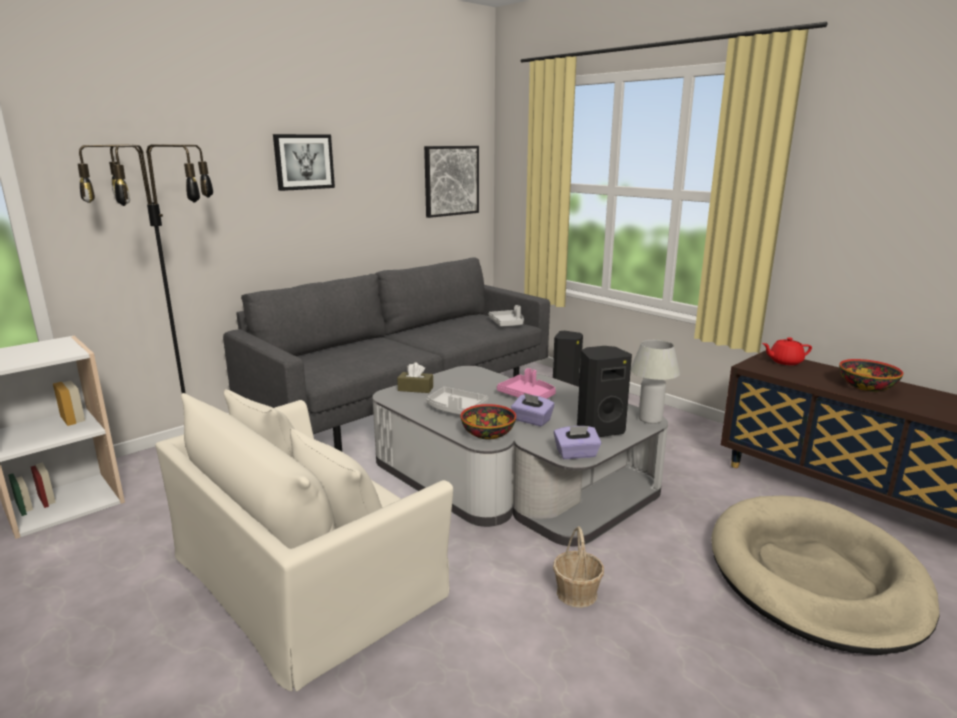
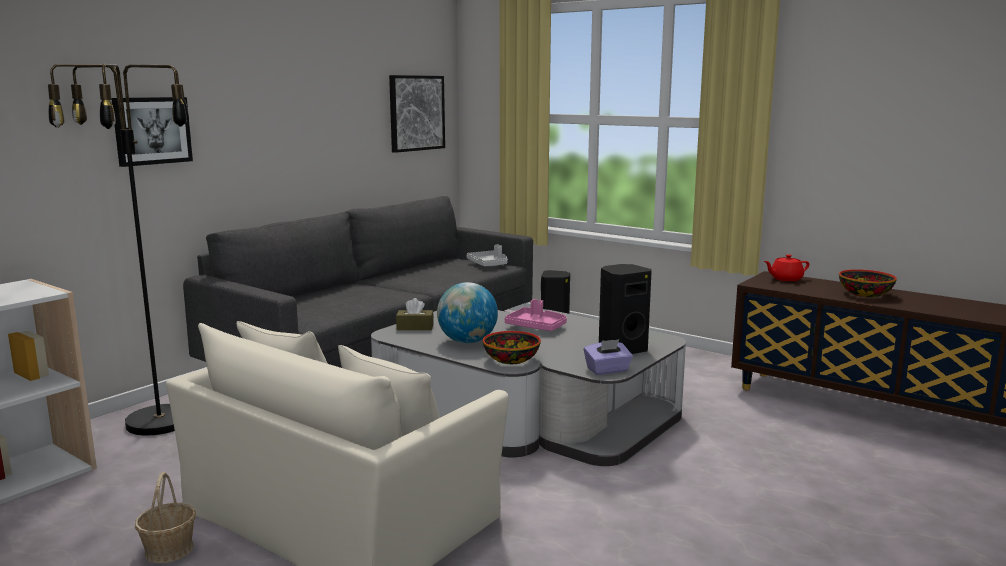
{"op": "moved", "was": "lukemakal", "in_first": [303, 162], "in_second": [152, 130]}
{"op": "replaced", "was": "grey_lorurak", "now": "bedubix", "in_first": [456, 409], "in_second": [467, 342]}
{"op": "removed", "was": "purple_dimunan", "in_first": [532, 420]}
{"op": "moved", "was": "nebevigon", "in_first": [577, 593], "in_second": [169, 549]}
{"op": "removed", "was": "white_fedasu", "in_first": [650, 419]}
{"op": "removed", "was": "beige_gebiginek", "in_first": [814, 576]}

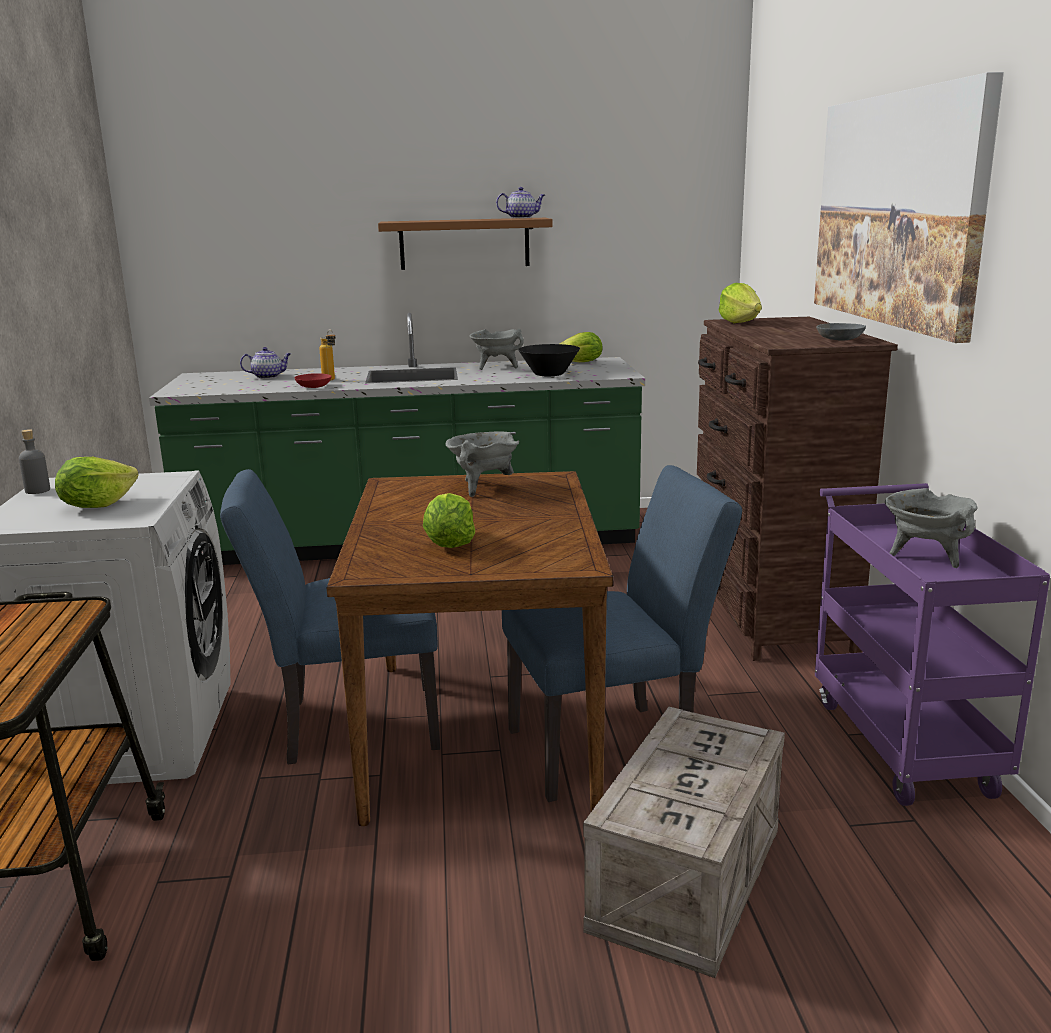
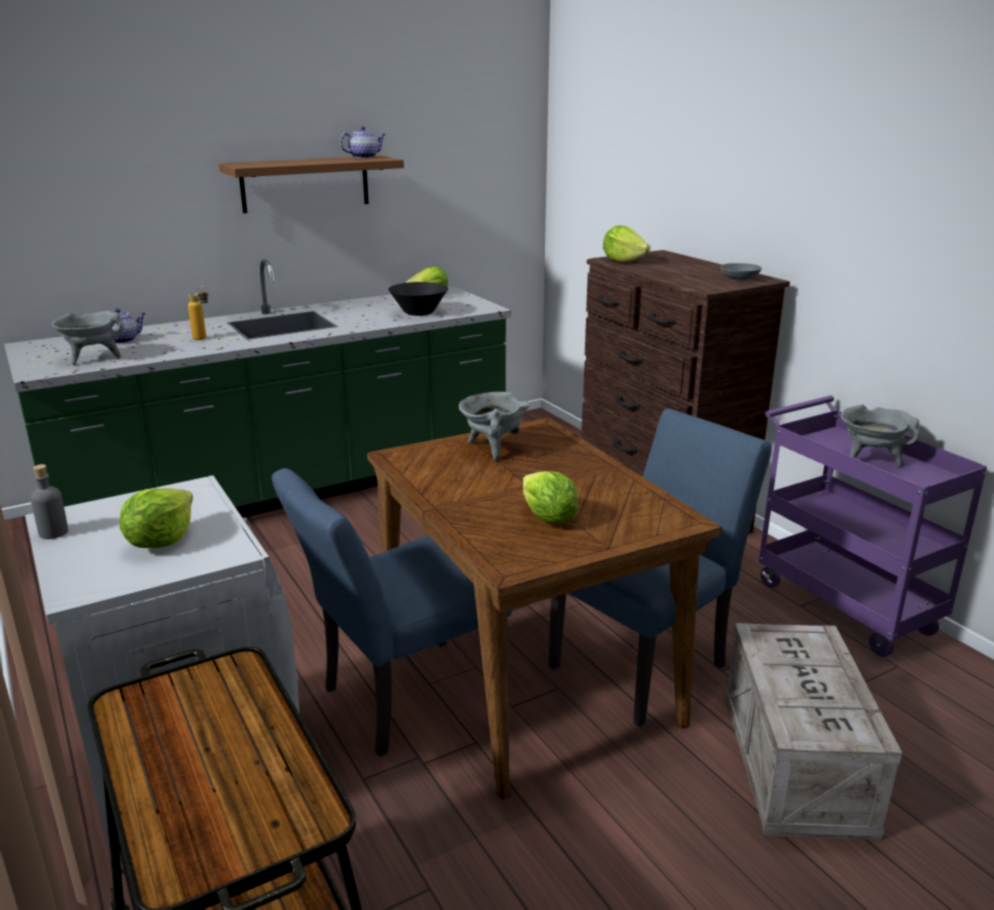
{"op": "removed", "was": "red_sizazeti", "in_first": [313, 387]}
{"op": "moved", "was": "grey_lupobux", "in_first": [496, 367], "in_second": [93, 358]}
{"op": "removed", "was": "lukemakal", "in_first": [897, 210]}

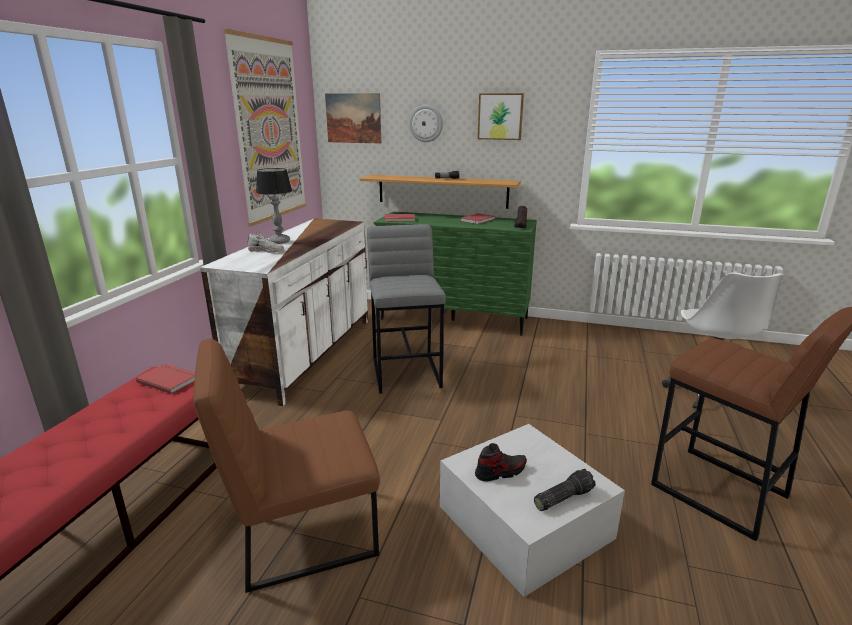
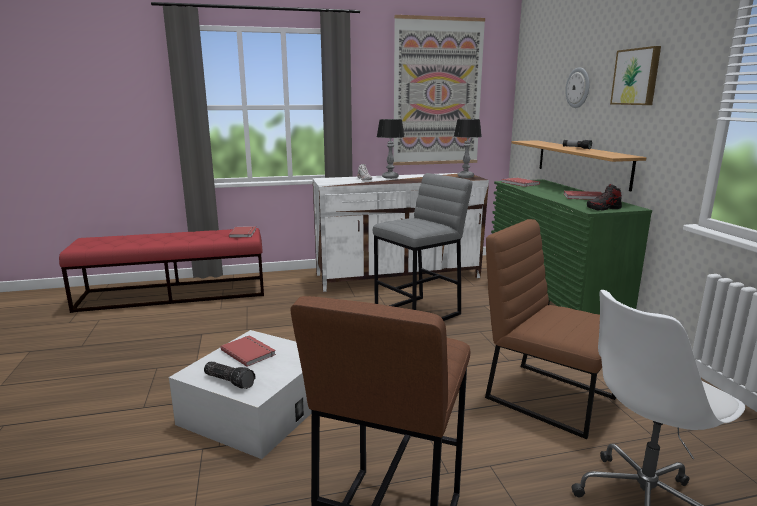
{"op": "moved", "was": "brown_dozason", "in_first": [302, 534], "in_second": [546, 396]}
{"op": "removed", "was": "lukemakal", "in_first": [353, 118]}
{"op": "replaced", "was": "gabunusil", "now": "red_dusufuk", "in_first": [500, 472], "in_second": [249, 352]}
{"op": "added", "now": "fedasu", "in_second": [465, 176]}

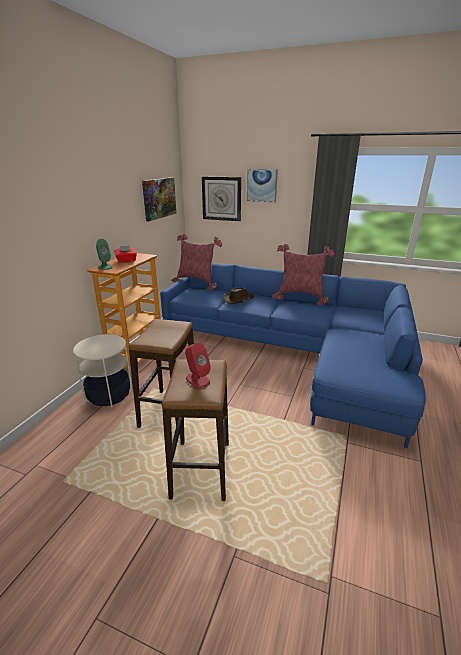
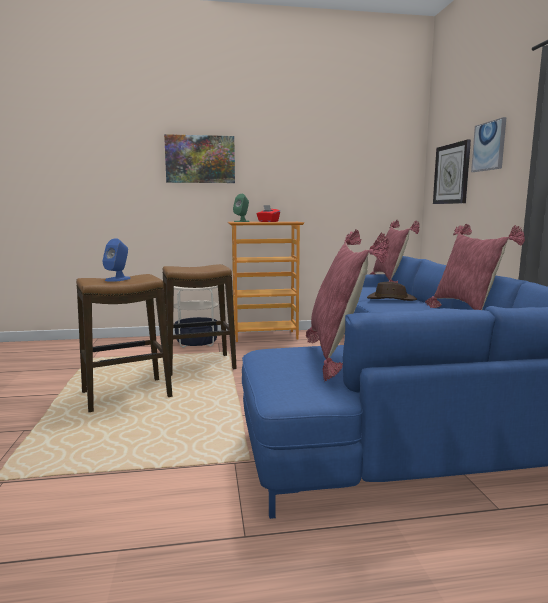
{"op": "moved", "was": "lukemakal", "in_first": [159, 198], "in_second": [200, 159]}
{"op": "recoloured", "was": "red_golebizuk", "now": "blue_golebizuk", "in_first": [197, 379], "in_second": [118, 279]}
{"op": "added", "now": "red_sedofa", "in_second": [340, 362]}

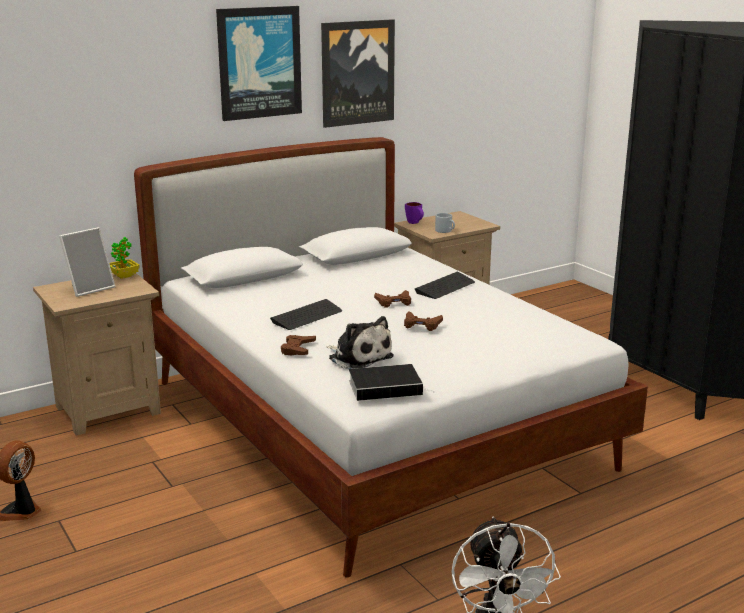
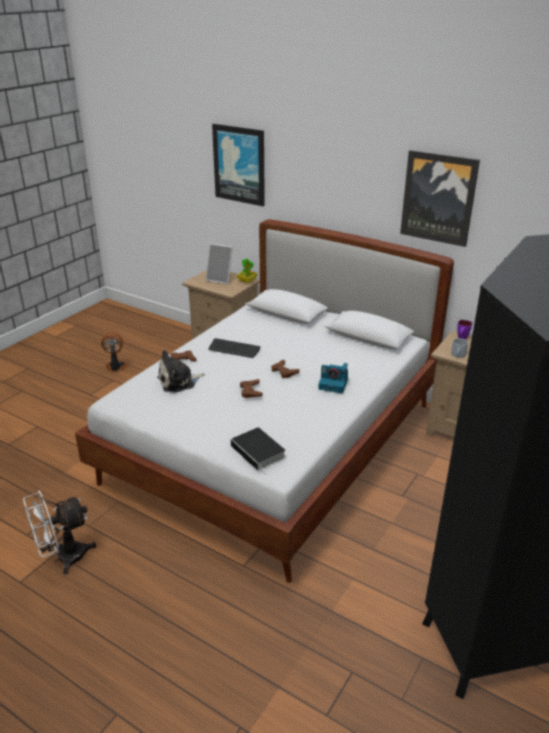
{"op": "moved", "was": "lukemakal", "in_first": [259, 62], "in_second": [239, 164]}
{"op": "turned", "was": "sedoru", "in_first": [358, 357], "in_second": [179, 382], "clockwise": 45}
{"op": "moved", "was": "dusufuk", "in_first": [387, 387], "in_second": [259, 452]}
{"op": "replaced", "was": "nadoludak", "now": "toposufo", "in_first": [445, 287], "in_second": [334, 384]}

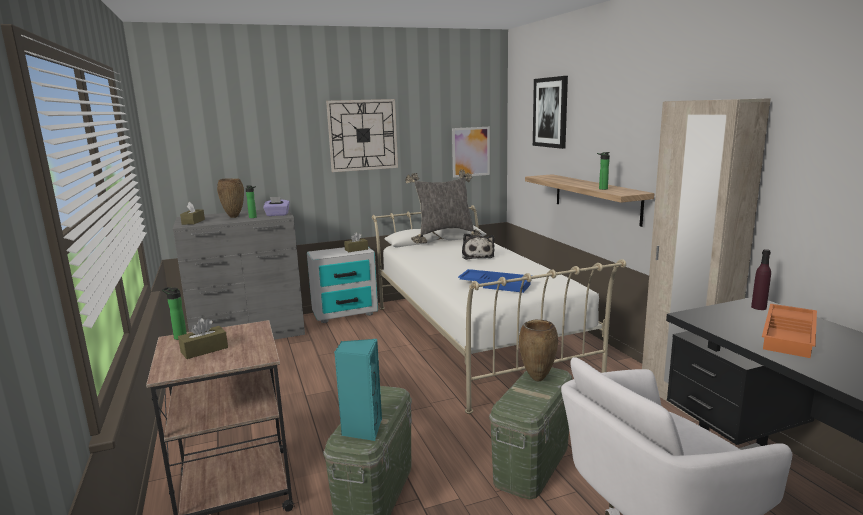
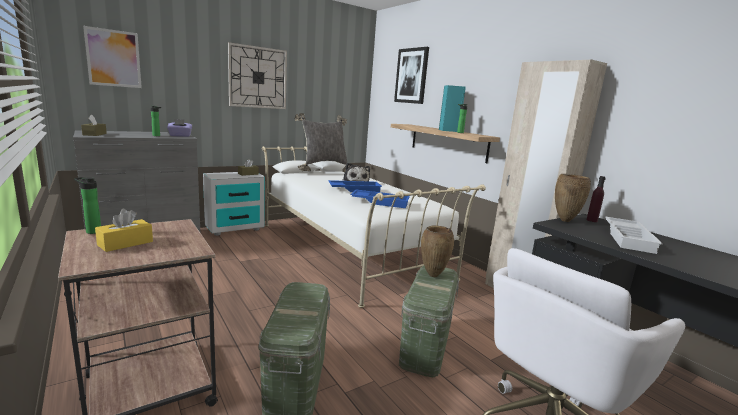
{"op": "recoloured", "was": "brown_dimunan", "now": "yellow_dimunan", "in_first": [204, 350], "in_second": [125, 243]}
{"op": "moved", "was": "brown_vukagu", "in_first": [234, 217], "in_second": [565, 220]}
{"op": "moved", "was": "turquoise_golebizuk", "in_first": [362, 429], "in_second": [448, 130]}
{"op": "moved", "was": "lukemakal", "in_first": [471, 152], "in_second": [113, 58]}
{"op": "recoloured", "was": "orange_lorurak", "now": "white_lorurak", "in_first": [790, 336], "in_second": [630, 239]}
{"op": "added", "now": "blue_lorurak", "in_second": [354, 189]}

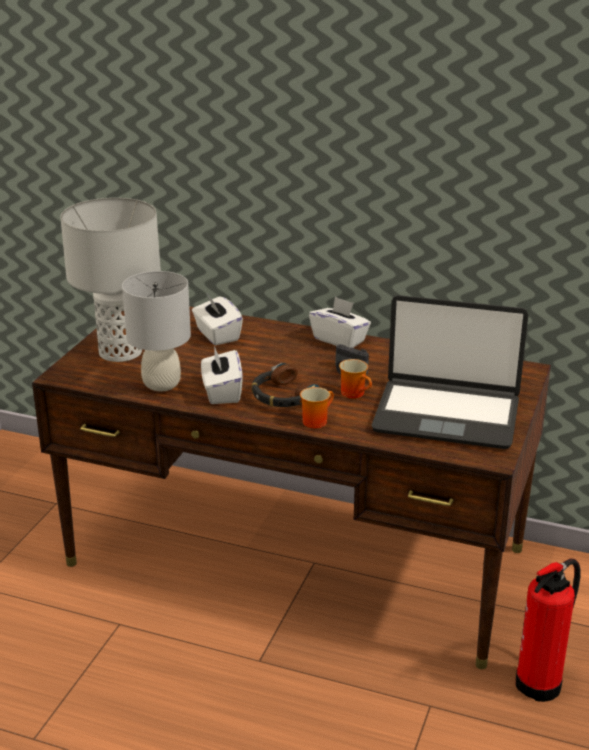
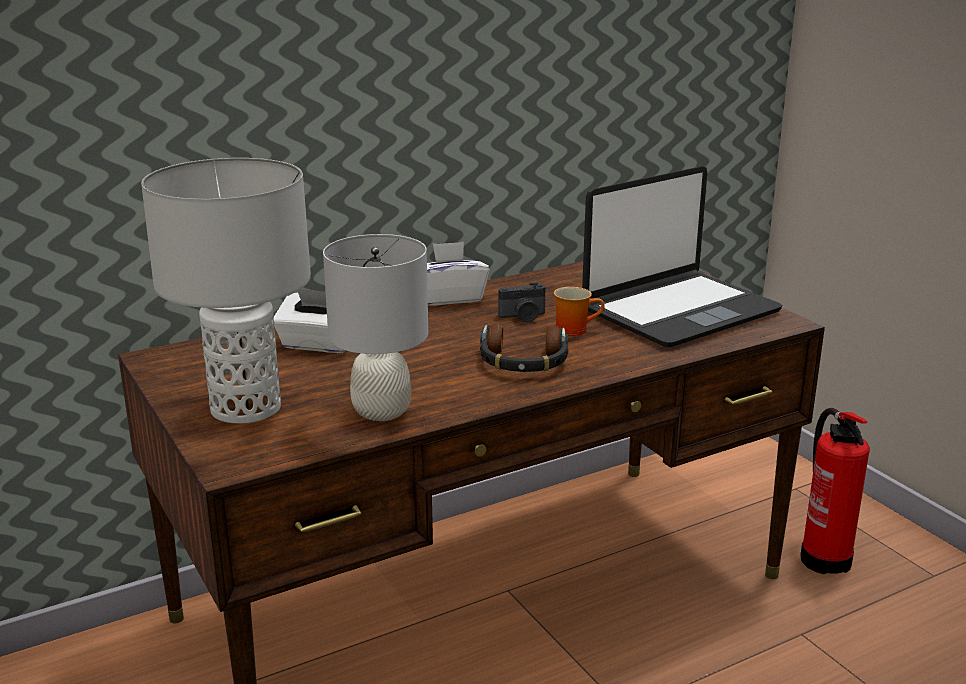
{"op": "removed", "was": "white_dimunan", "in_first": [222, 392]}
{"op": "removed", "was": "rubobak", "in_first": [315, 420]}

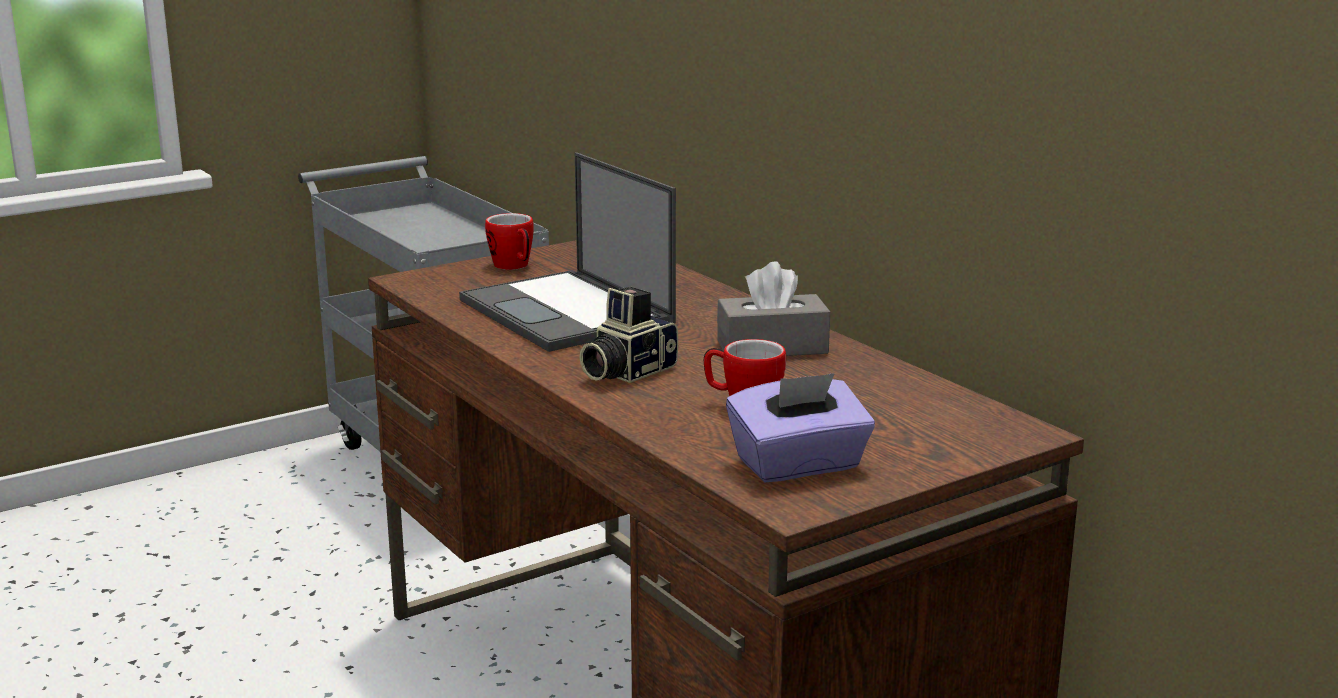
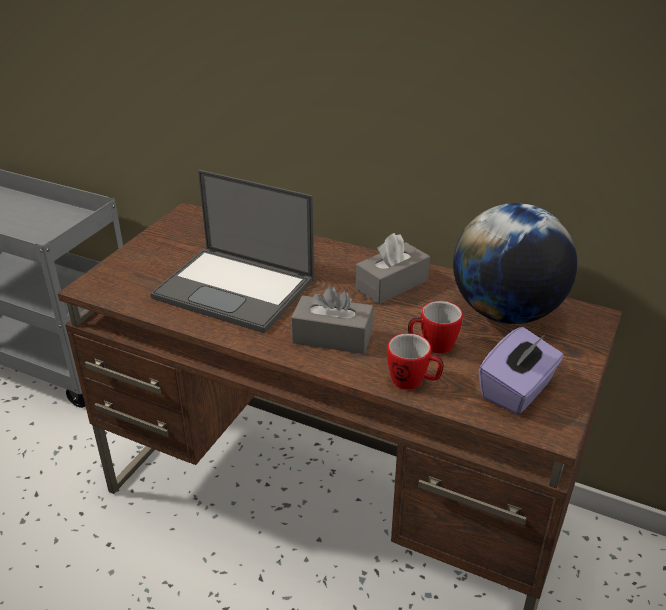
{"op": "moved", "was": "rubobak", "in_first": [514, 267], "in_second": [413, 382]}
{"op": "replaced", "was": "toposufo", "now": "grey_dimunan", "in_first": [626, 372], "in_second": [332, 337]}
{"op": "added", "now": "bedubix", "in_second": [506, 312]}

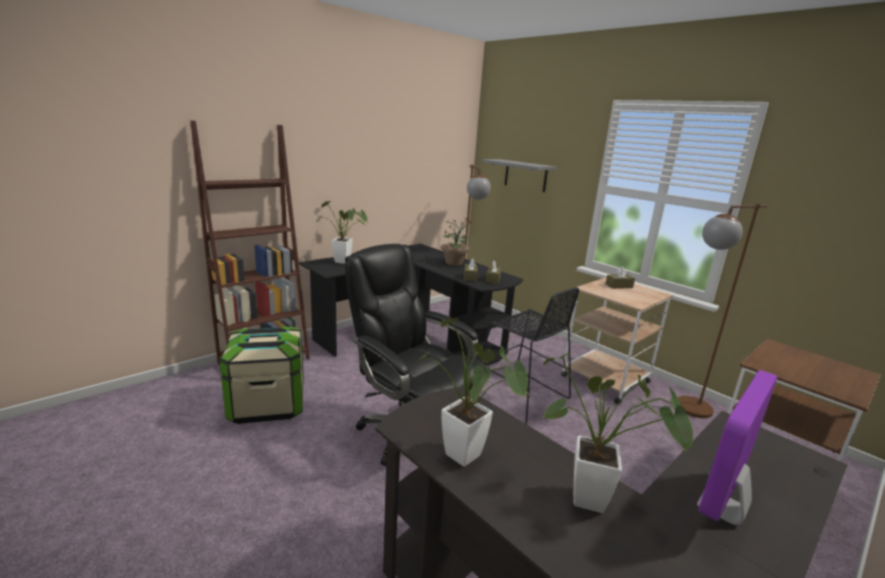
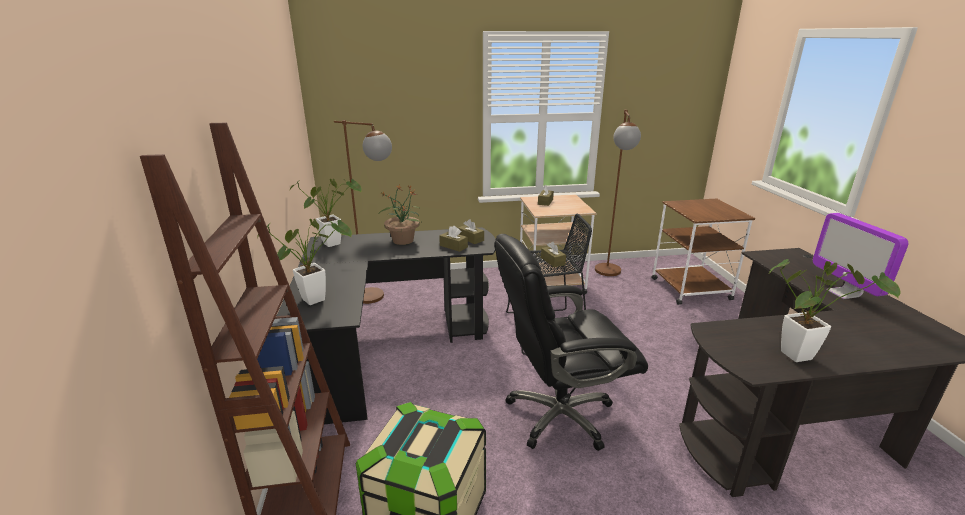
{"op": "removed", "was": "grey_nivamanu", "in_first": [525, 175]}
{"op": "moved", "was": "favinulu", "in_first": [598, 502], "in_second": [336, 243]}
{"op": "added", "now": "brown_dimunan", "in_second": [553, 261]}

